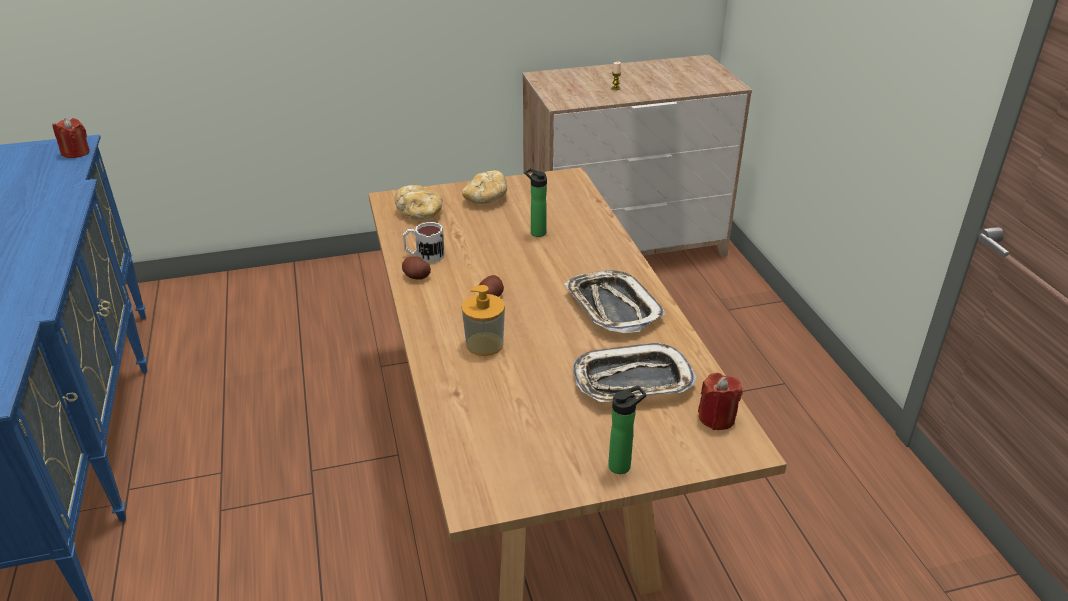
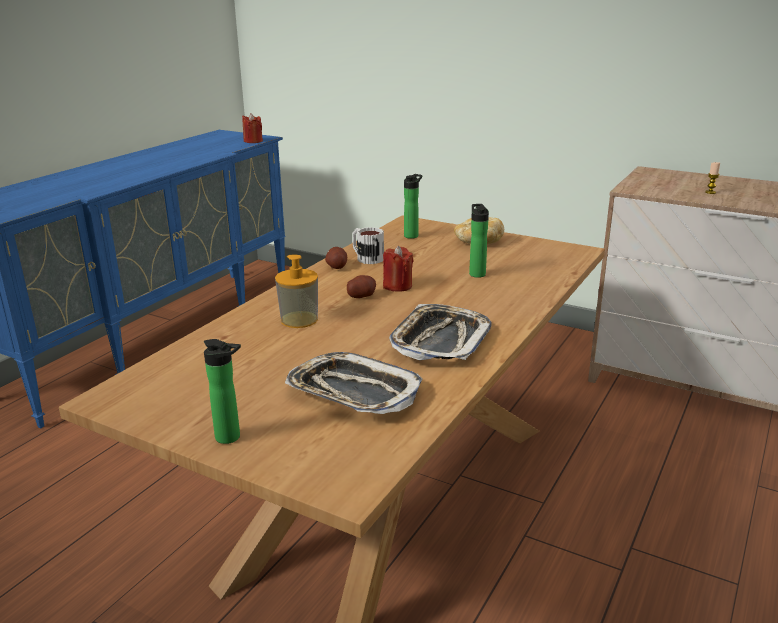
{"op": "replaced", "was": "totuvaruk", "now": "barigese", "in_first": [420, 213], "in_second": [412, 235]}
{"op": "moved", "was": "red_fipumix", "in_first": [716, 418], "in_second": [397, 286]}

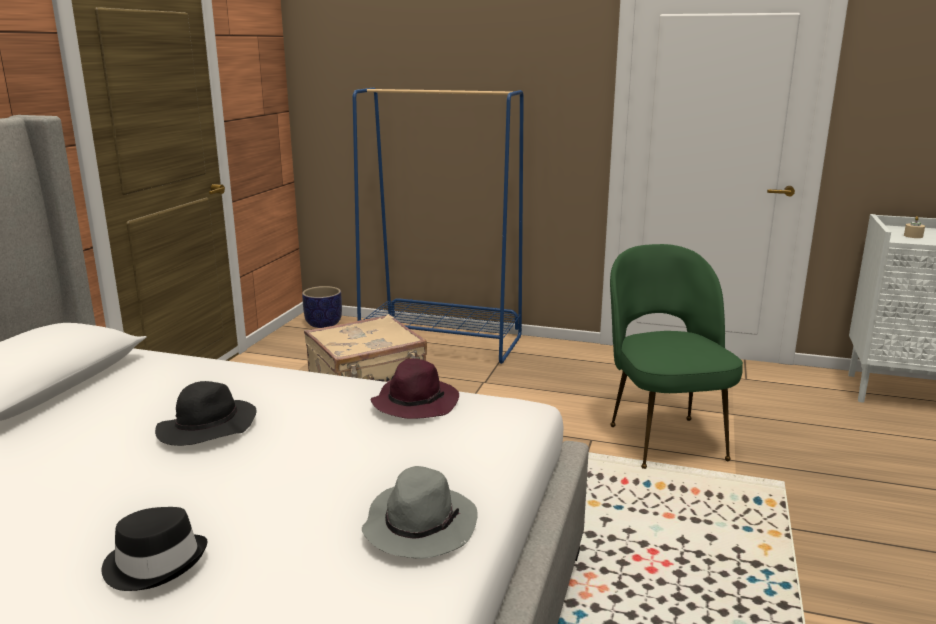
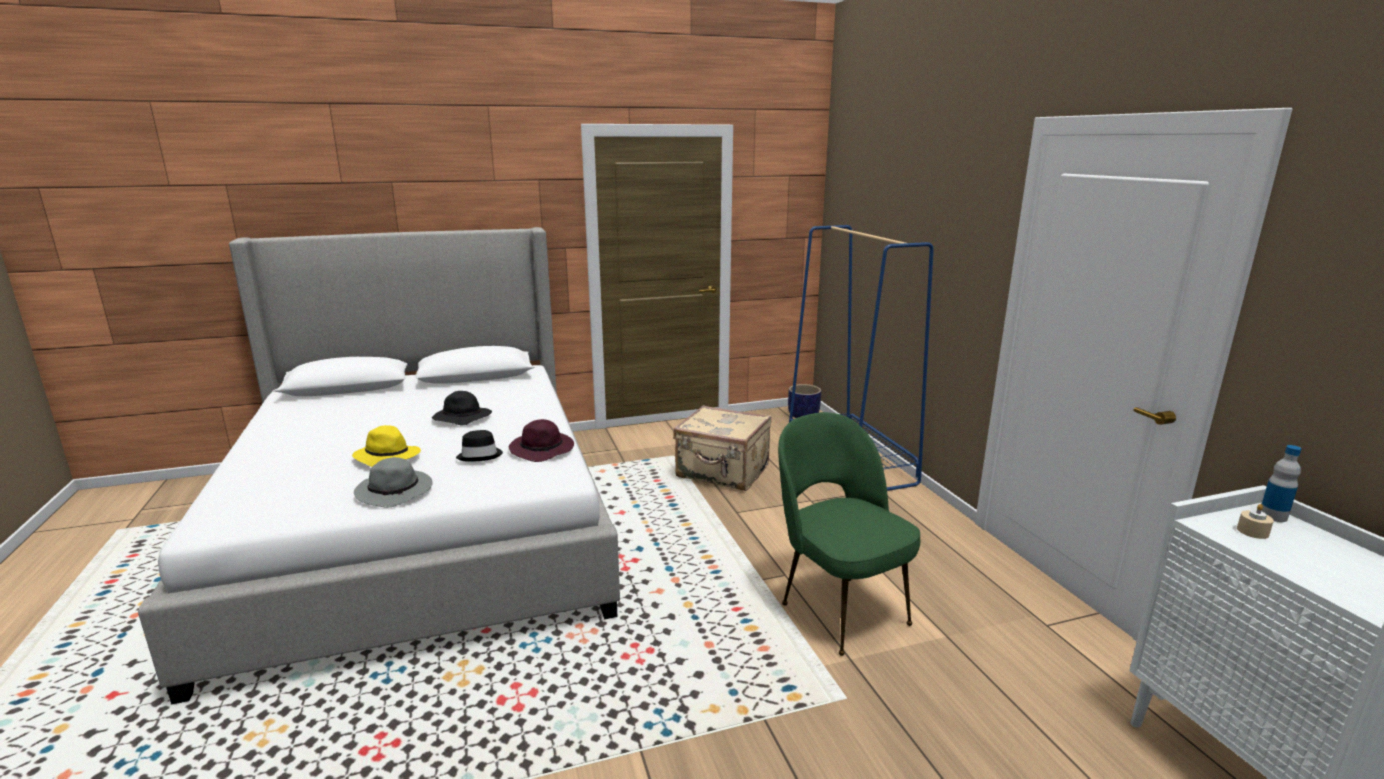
{"op": "moved", "was": "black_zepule", "in_first": [155, 563], "in_second": [480, 455]}
{"op": "turned", "was": "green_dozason", "in_first": [663, 437], "in_second": [838, 608], "clockwise": -75}
{"op": "added", "now": "yellow_zepule", "in_second": [386, 457]}
{"op": "added", "now": "barigese", "in_second": [1273, 516]}

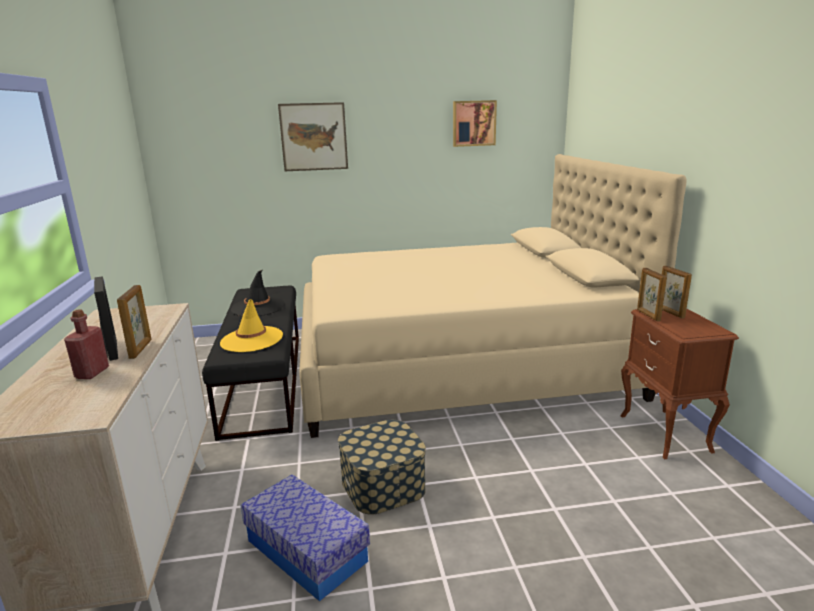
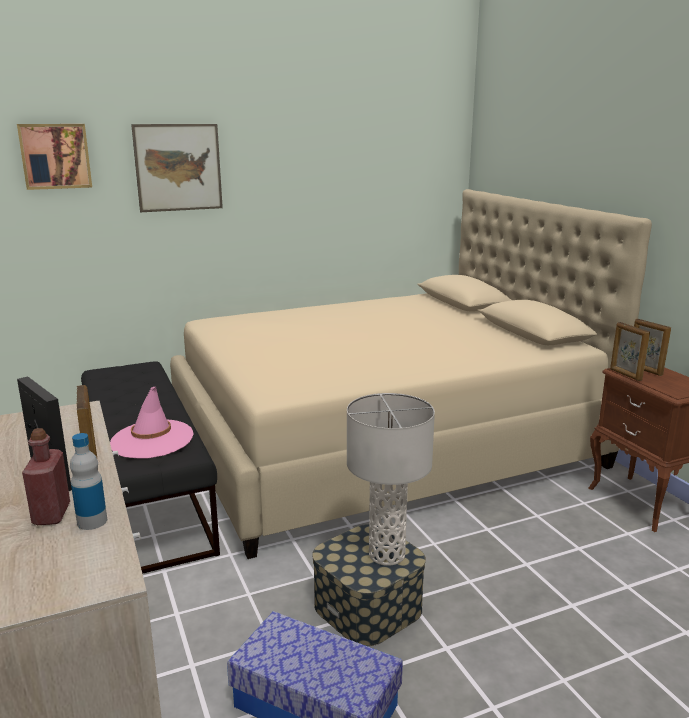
{"op": "recoloured", "was": "yellow_zepule", "now": "pink_zepule", "in_first": [252, 339], "in_second": [152, 439]}
{"op": "removed", "was": "black_zepule", "in_first": [258, 307]}
{"op": "moved", "was": "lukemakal", "in_first": [474, 123], "in_second": [55, 156]}
{"op": "added", "now": "barigese", "in_second": [92, 521]}
{"op": "added", "now": "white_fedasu", "in_second": [387, 555]}

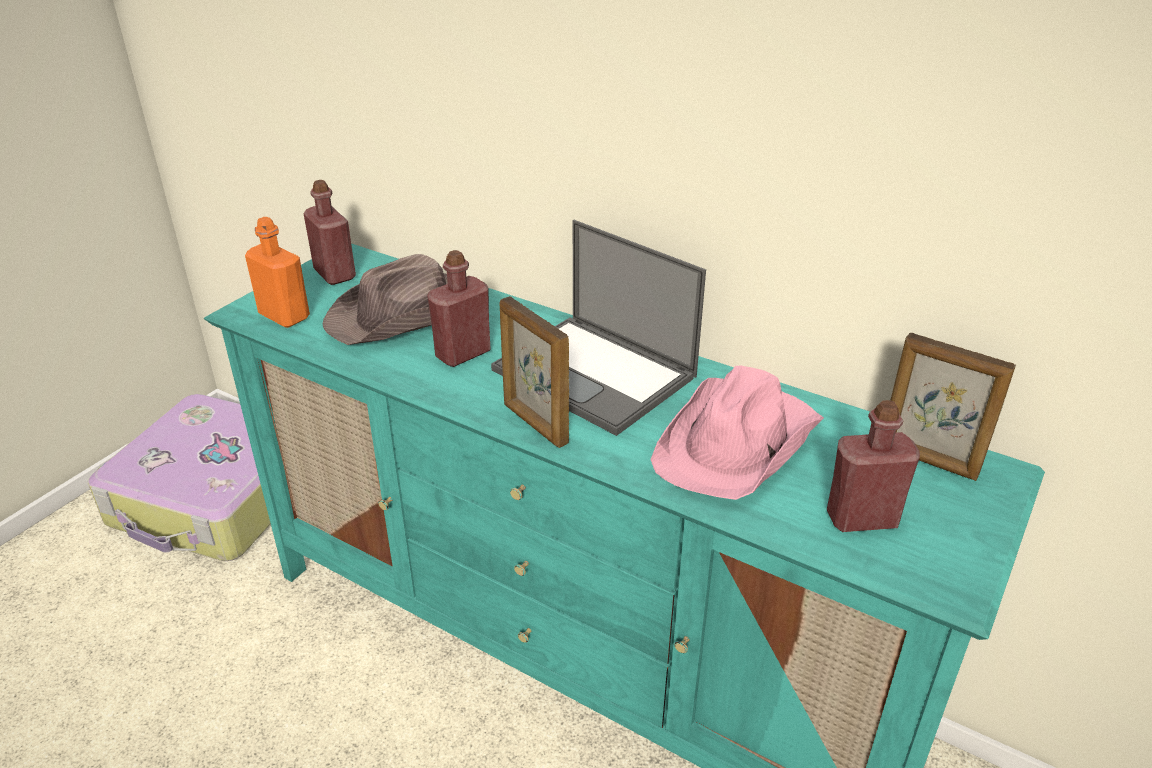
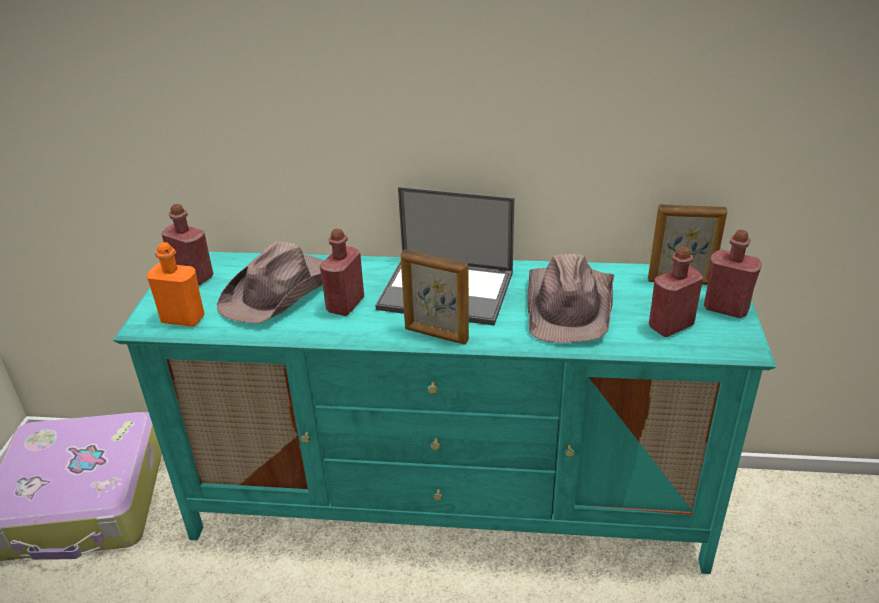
{"op": "recoloured", "was": "pink_zepule", "now": "brown_zepule", "in_first": [739, 442], "in_second": [570, 305]}
{"op": "added", "now": "red_barigese", "in_second": [726, 308]}

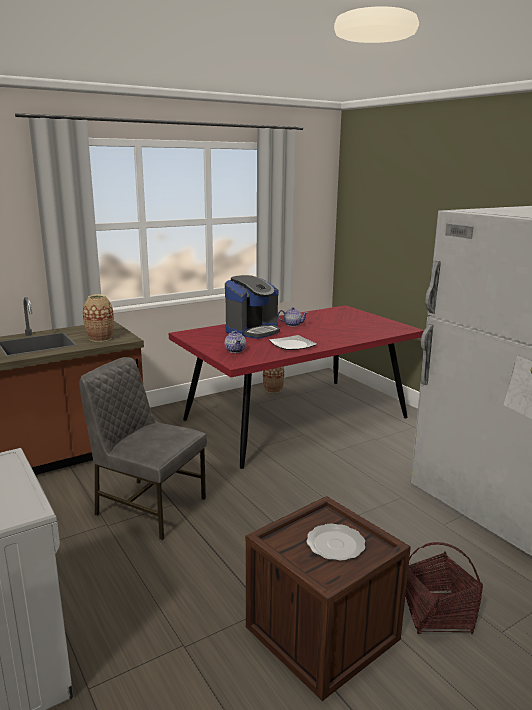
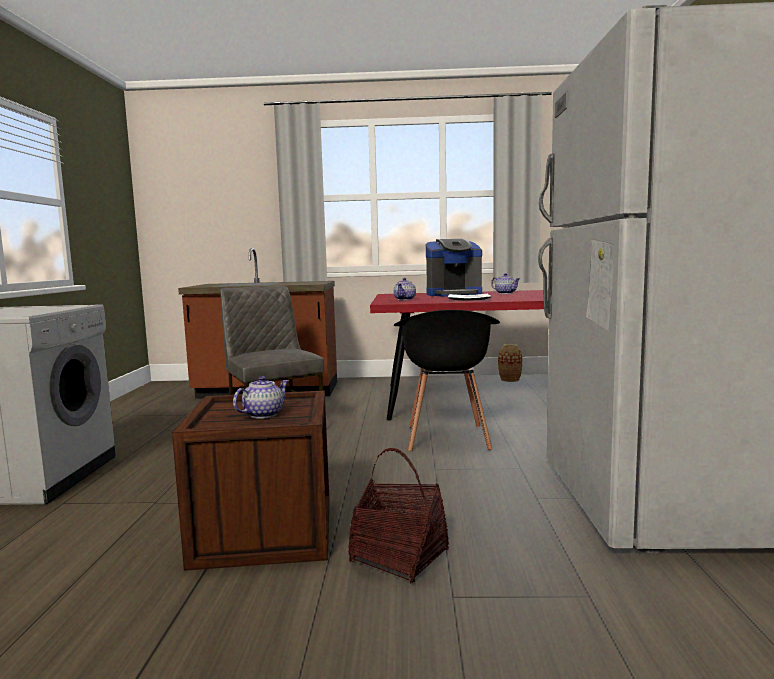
{"op": "removed", "was": "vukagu", "in_first": [100, 338]}
{"op": "replaced", "was": "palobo", "now": "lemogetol", "in_first": [335, 544], "in_second": [263, 414]}
{"op": "added", "now": "black_dozason", "in_second": [447, 438]}

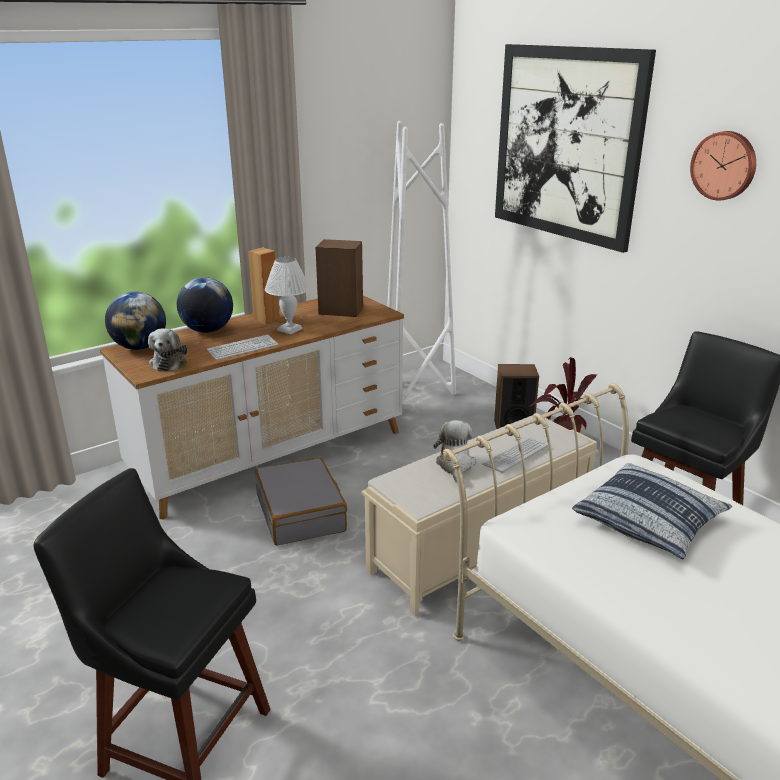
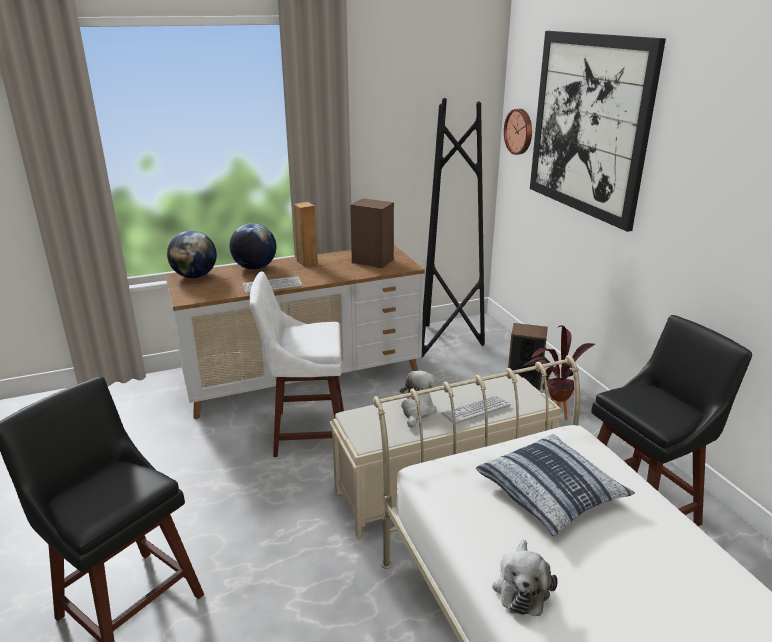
{"op": "moved", "was": "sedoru", "in_first": [169, 362], "in_second": [521, 587]}
{"op": "replaced", "was": "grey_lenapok", "now": "white_dozason", "in_first": [301, 513], "in_second": [304, 431]}
{"op": "removed", "was": "white_fedasu", "in_first": [290, 329]}
{"op": "recoloured", "was": "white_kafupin", "now": "black_kafupin", "in_first": [411, 396], "in_second": [444, 342]}
{"op": "moved", "was": "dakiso", "in_first": [724, 165], "in_second": [519, 131]}

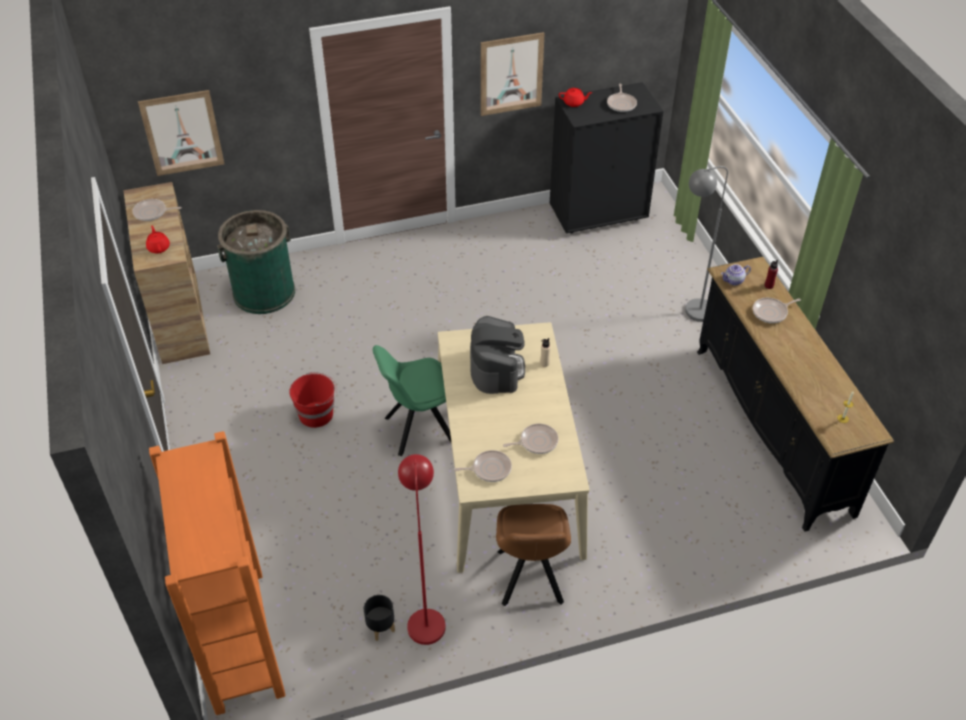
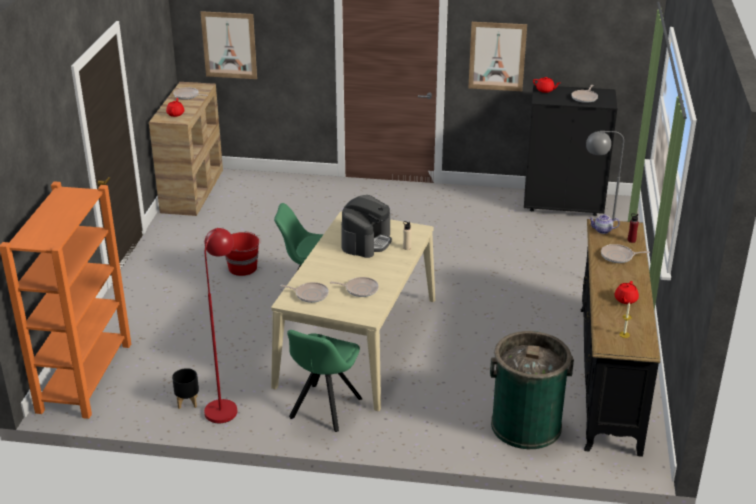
{"op": "moved", "was": "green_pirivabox", "in_first": [264, 292], "in_second": [526, 425]}
{"op": "recoloured", "was": "brown_dozason", "now": "green_dozason", "in_first": [530, 577], "in_second": [325, 408]}
{"op": "added", "now": "red_lemogetol", "in_second": [625, 300]}

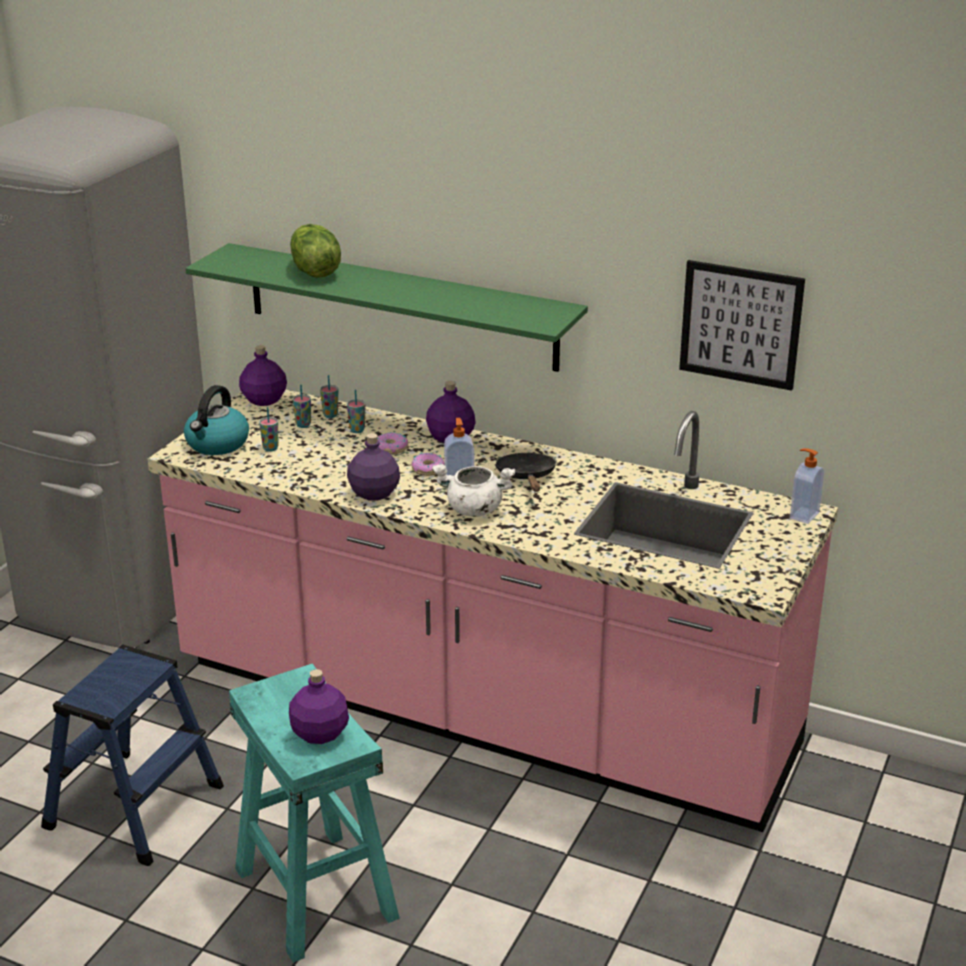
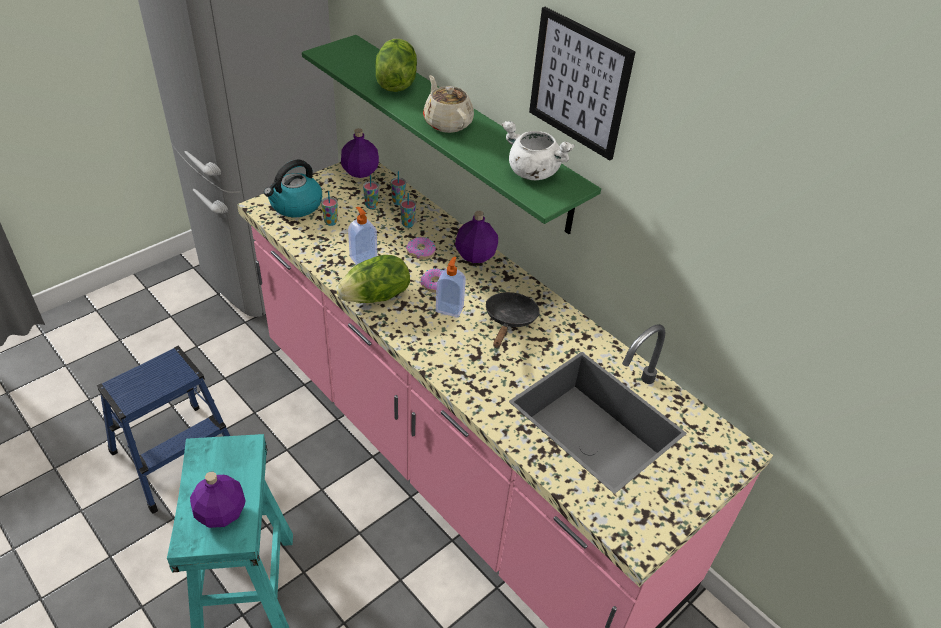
{"op": "replaced", "was": "purple_barigese", "now": "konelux", "in_first": [375, 493], "in_second": [376, 297]}
{"op": "moved", "was": "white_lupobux", "in_first": [473, 510], "in_second": [532, 172]}
{"op": "moved", "was": "lukemakal", "in_first": [740, 324], "in_second": [579, 83]}
{"op": "moved", "was": "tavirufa", "in_first": [803, 515], "in_second": [363, 257]}
{"op": "added", "now": "beige_lemogetol", "in_second": [447, 122]}

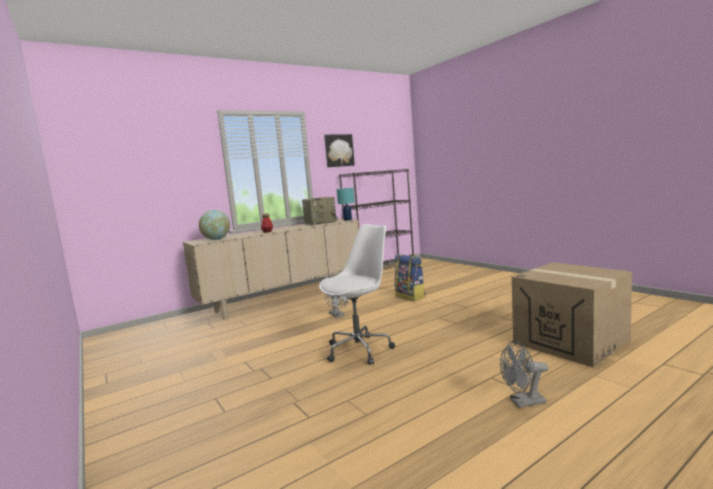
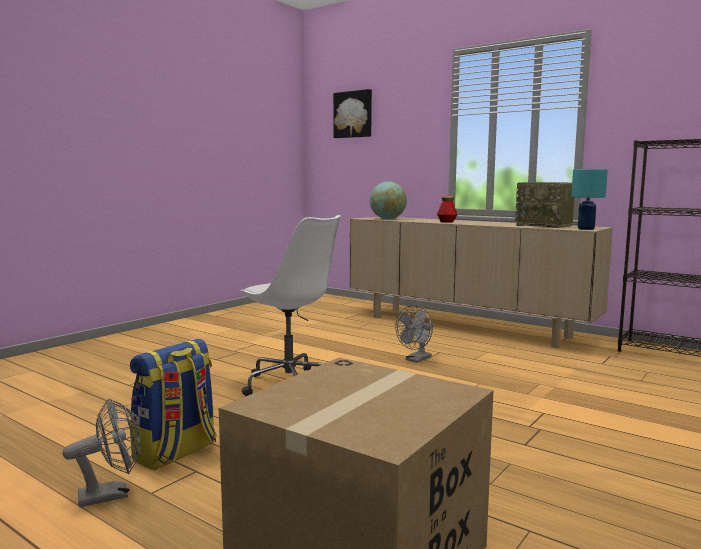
{"op": "moved", "was": "lukemakal", "in_first": [338, 150], "in_second": [353, 114]}
{"op": "moved", "was": "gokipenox", "in_first": [411, 297], "in_second": [176, 453]}
{"op": "turned", "was": "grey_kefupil", "in_first": [523, 402], "in_second": [112, 494], "clockwise": 90}

